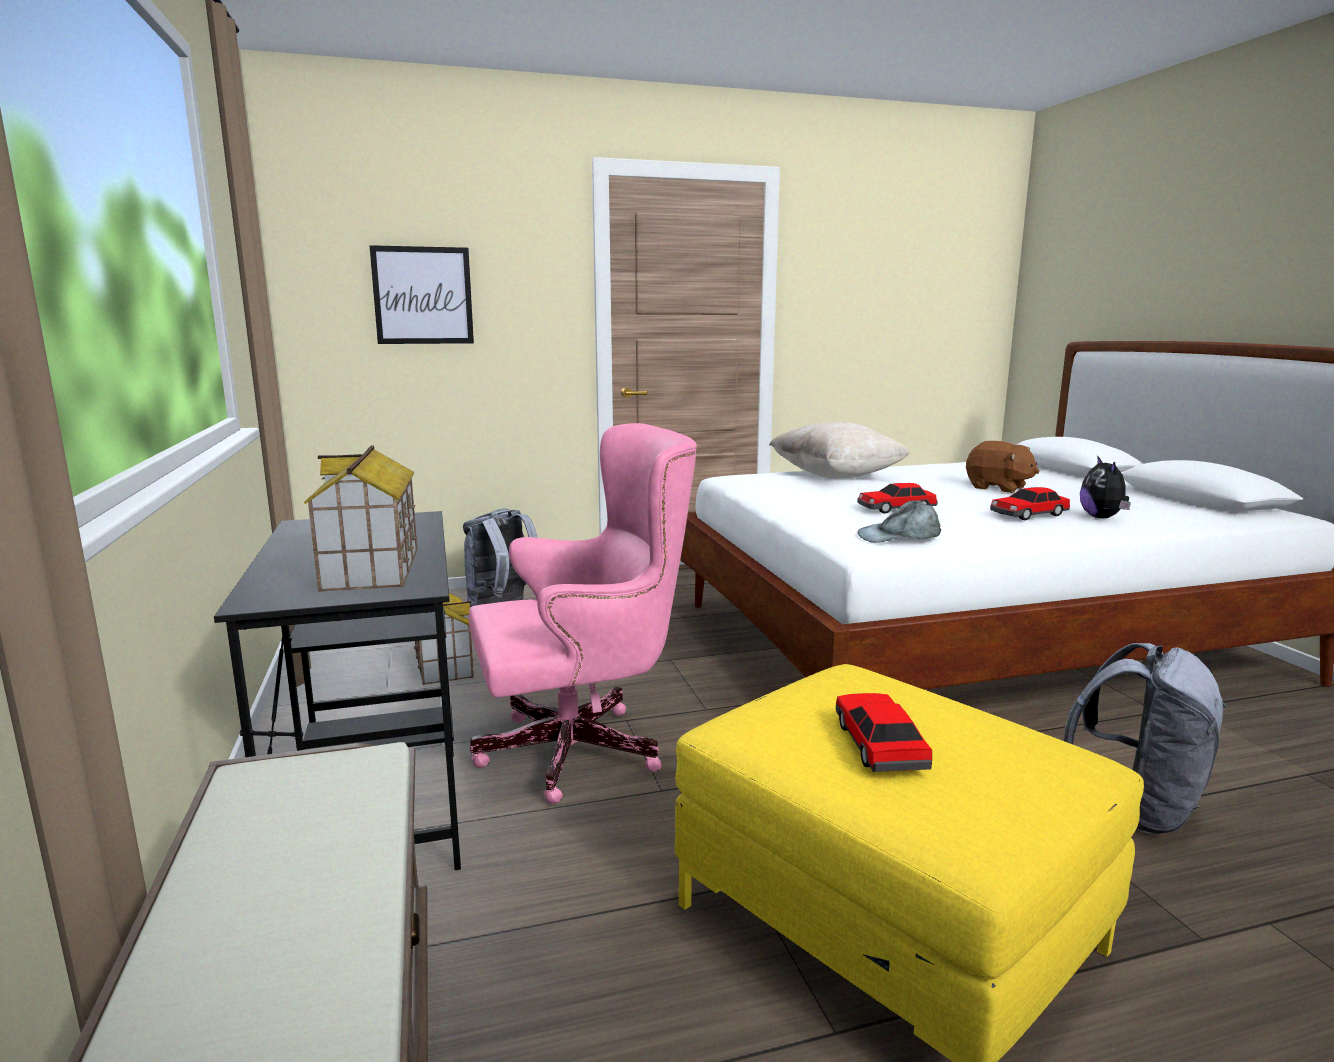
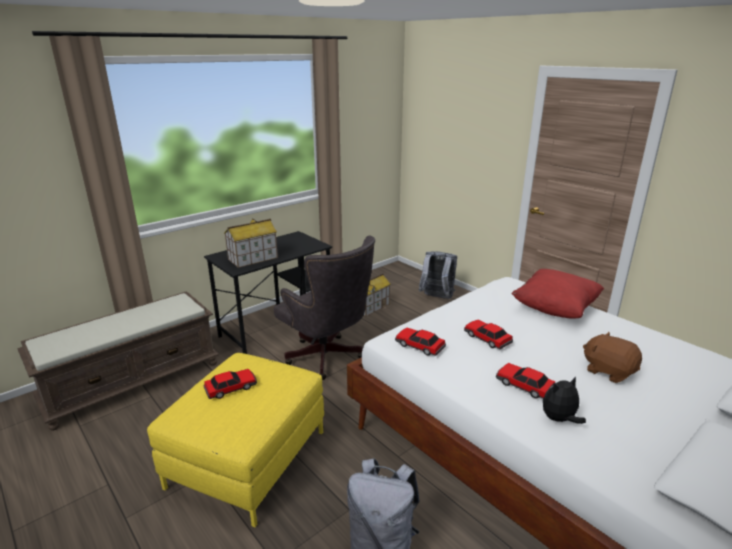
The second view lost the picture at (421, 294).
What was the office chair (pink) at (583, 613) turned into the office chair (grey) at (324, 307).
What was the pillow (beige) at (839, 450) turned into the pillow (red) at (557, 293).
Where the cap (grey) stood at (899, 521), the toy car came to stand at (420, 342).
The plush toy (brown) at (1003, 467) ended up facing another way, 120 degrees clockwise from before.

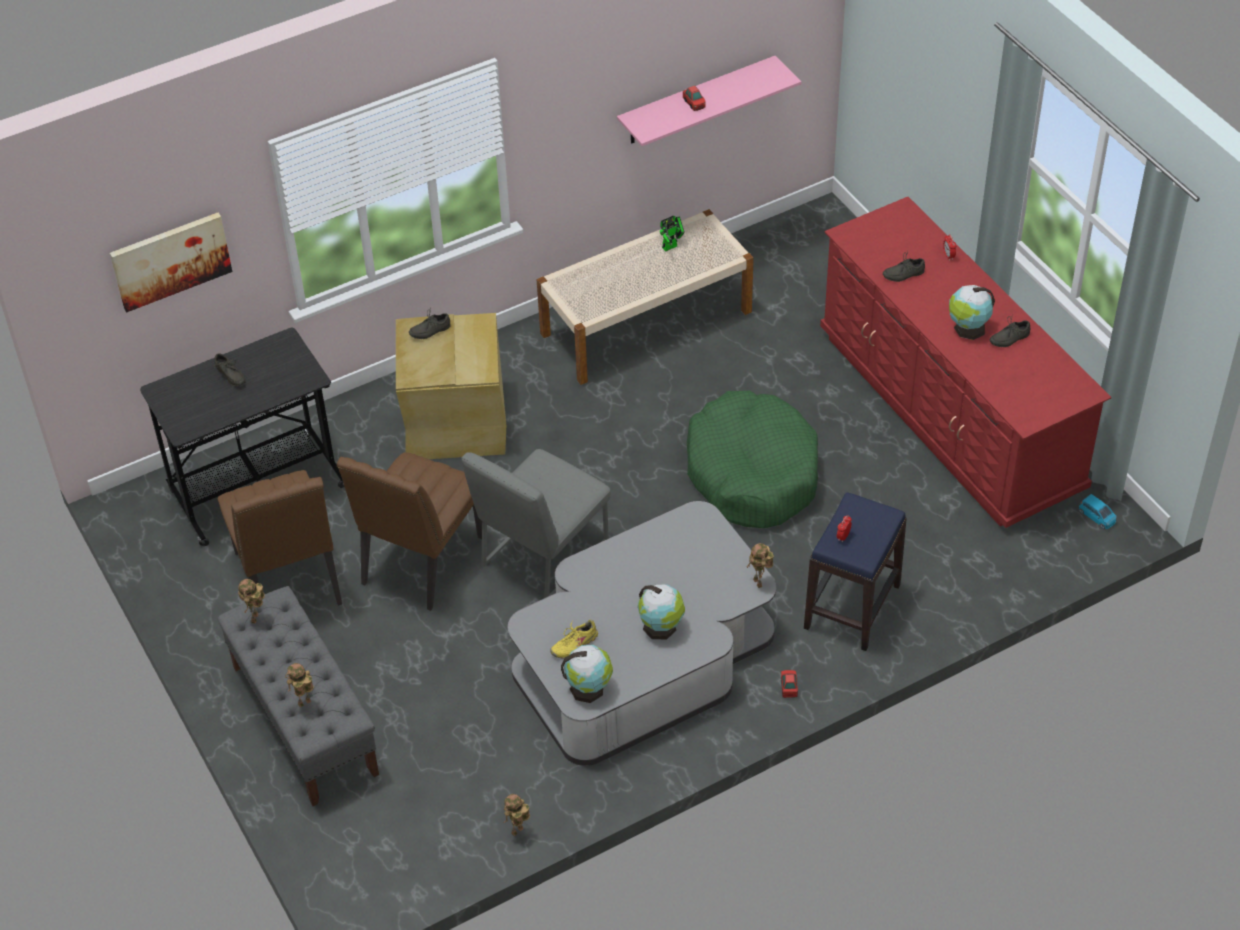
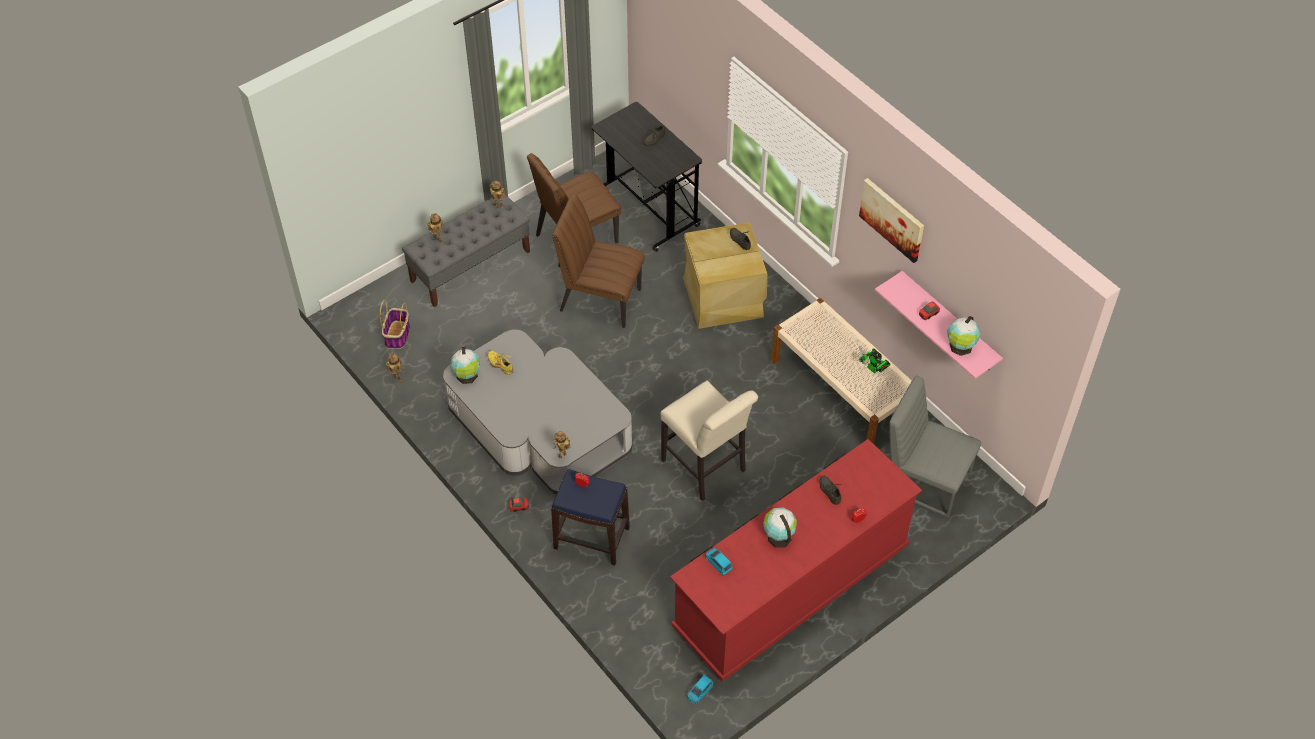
The picture ended up elsewhere, having gone from (171, 262) to (891, 220).
The chair (grey) ended up elsewhere, having gone from (536, 523) to (935, 447).
The globe ended up elsewhere, having gone from (661, 612) to (963, 336).
Where the dog bed (green) stood at (752, 459), the stool (beige) came to stand at (709, 440).
The second view lost the shoe (grey) at (1009, 331).
The second view gained the basket at (395, 324).
The second view gained the toy car (blue) at (719, 561).

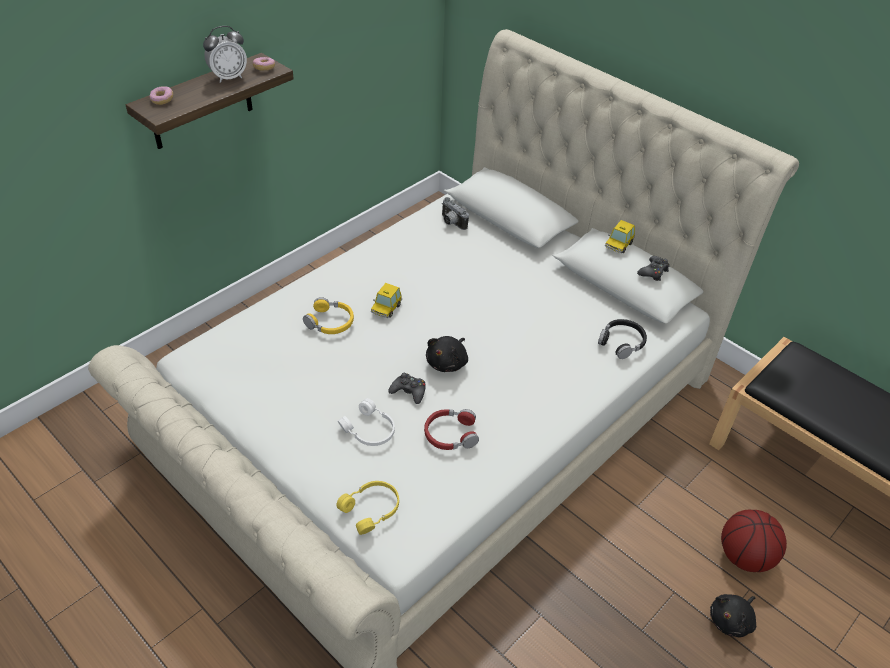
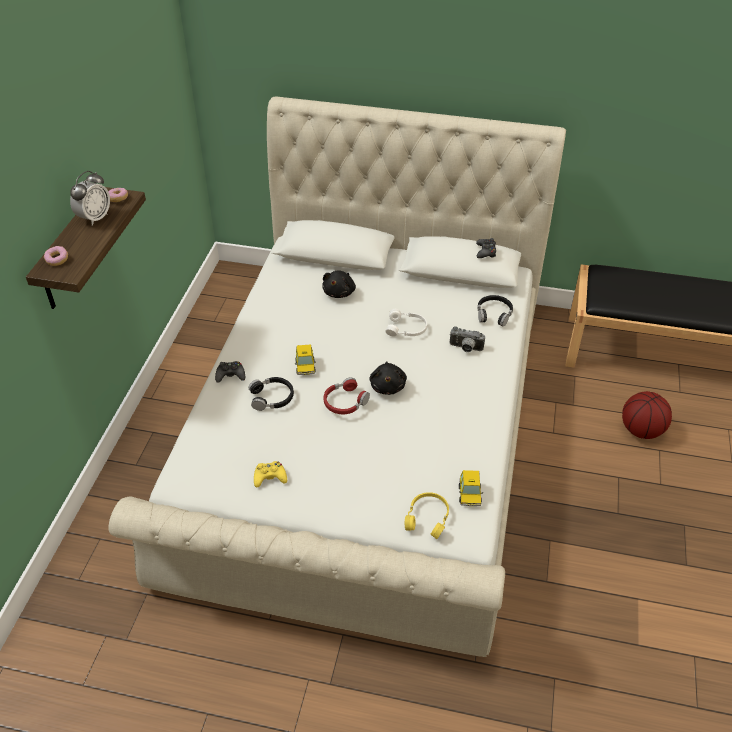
What was the headphones (yellow) at (328, 315) turned into the headphones (black) at (271, 394).
The headphones (white) ended up elsewhere, having gone from (366, 422) to (406, 323).
The game controller (black) ended up elsewhere, having gone from (407, 388) to (230, 372).
The headphones (red) ended up elsewhere, having gone from (451, 429) to (346, 395).
The photo camera ended up elsewhere, having gone from (455, 213) to (467, 339).
The toy car ended up elsewhere, having gone from (620, 236) to (471, 488).
The plush toy (black) ended up elsewhere, having gone from (733, 615) to (339, 284).
The second view gained the game controller (yellow) at (270, 474).

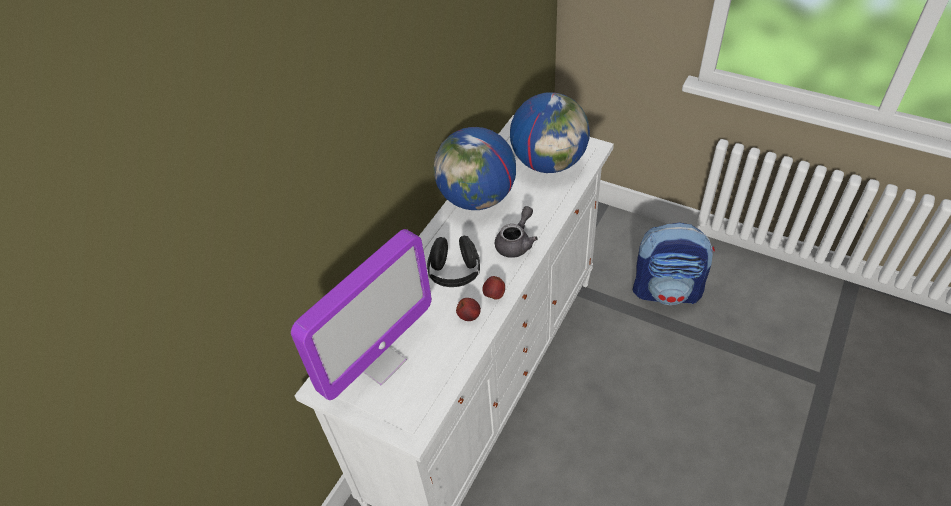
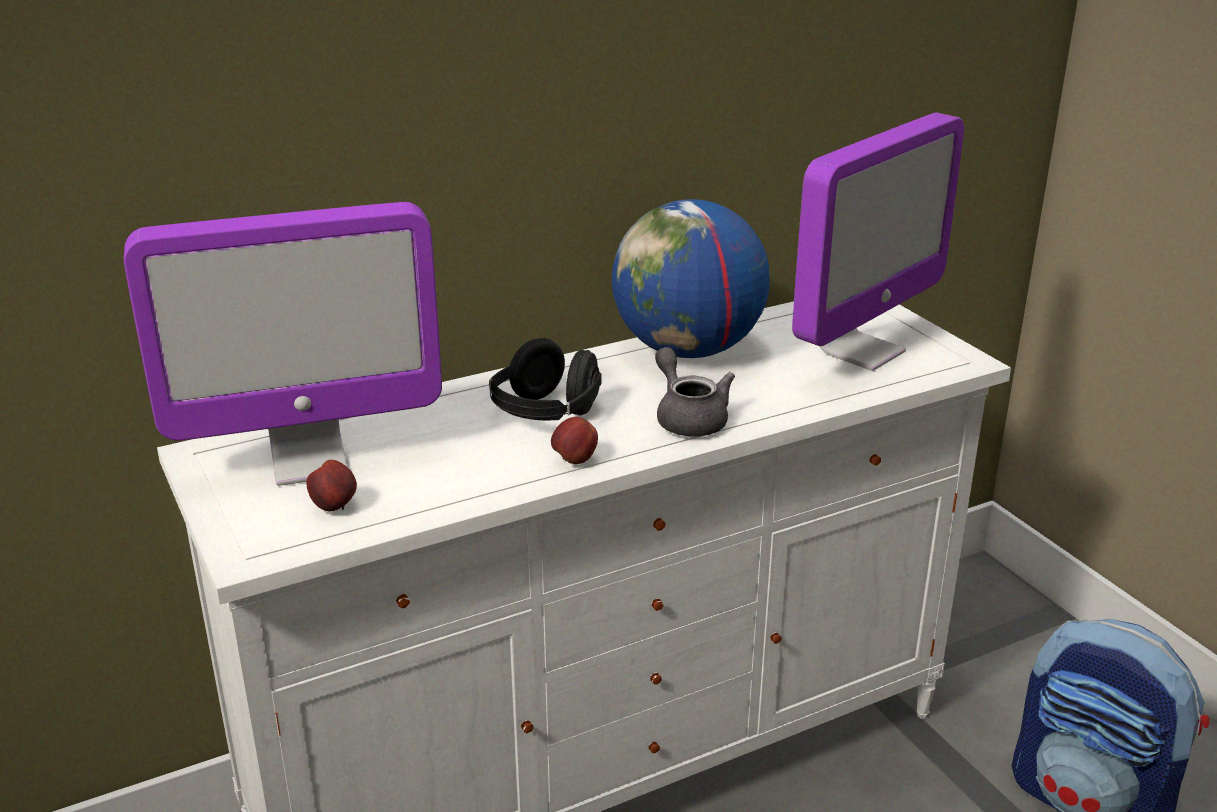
The apple ended up elsewhere, having gone from (468, 309) to (331, 485).
The teapot (grey) at (516, 232) ended up facing another way, 90 degrees counterclockwise from before.
Where the globe stood at (550, 132), the monitor came to stand at (878, 241).

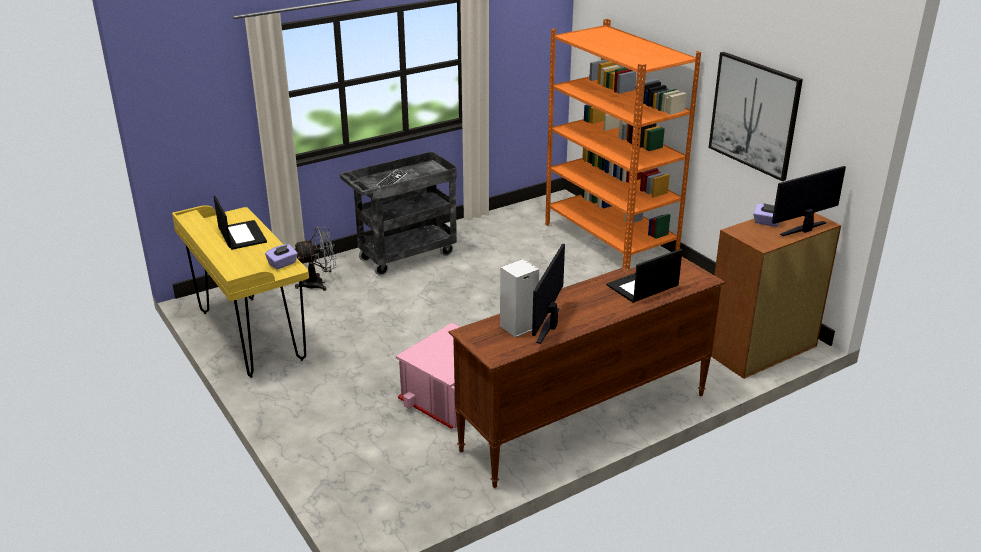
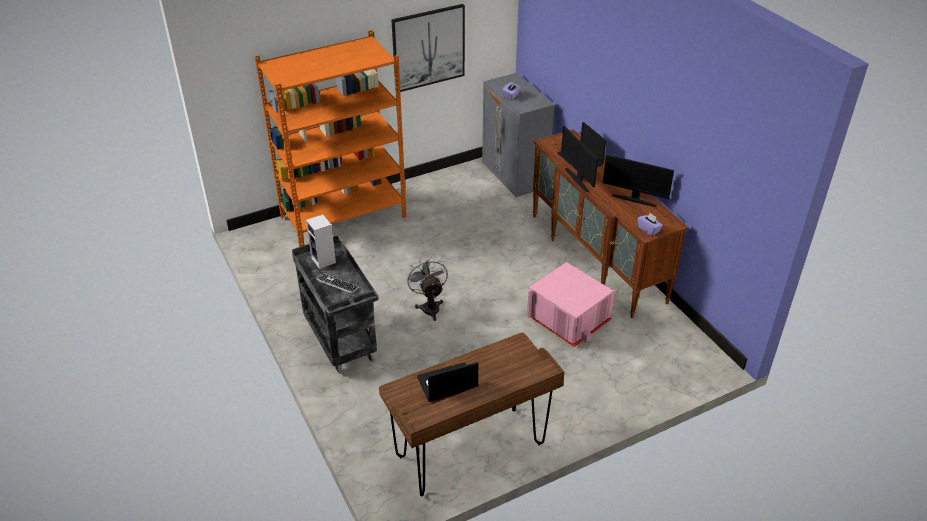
What was the desk (yellow) at (240, 291) turned into the desk (brown) at (471, 414).
The tissue box (purple) ended up elsewhere, having gone from (281, 256) to (650, 224).
The fan (grey) ended up elsewhere, having gone from (315, 258) to (427, 288).
The speaker ended up elsewhere, having gone from (519, 298) to (321, 241).
What was the cabinet (brown) at (776, 296) turned into the cabinet (grey) at (518, 135).
The monitor ended up elsewhere, having gone from (809, 201) to (579, 159).

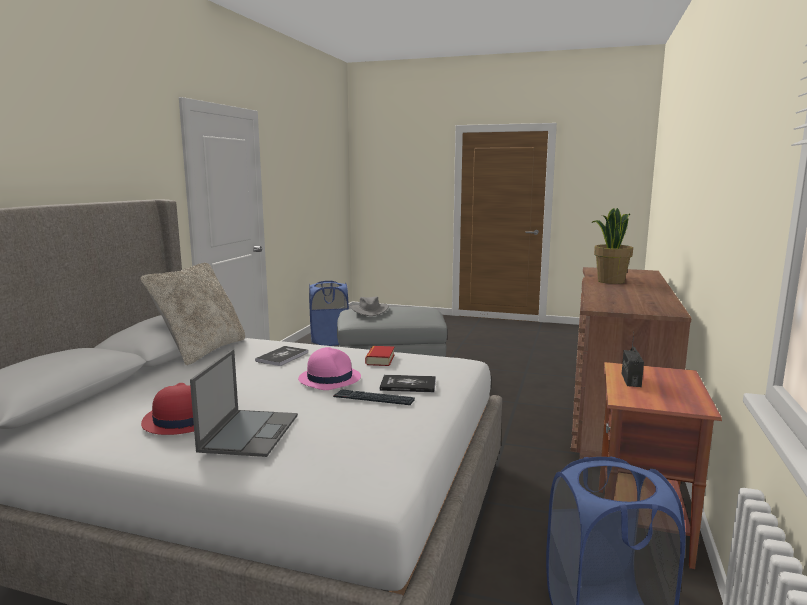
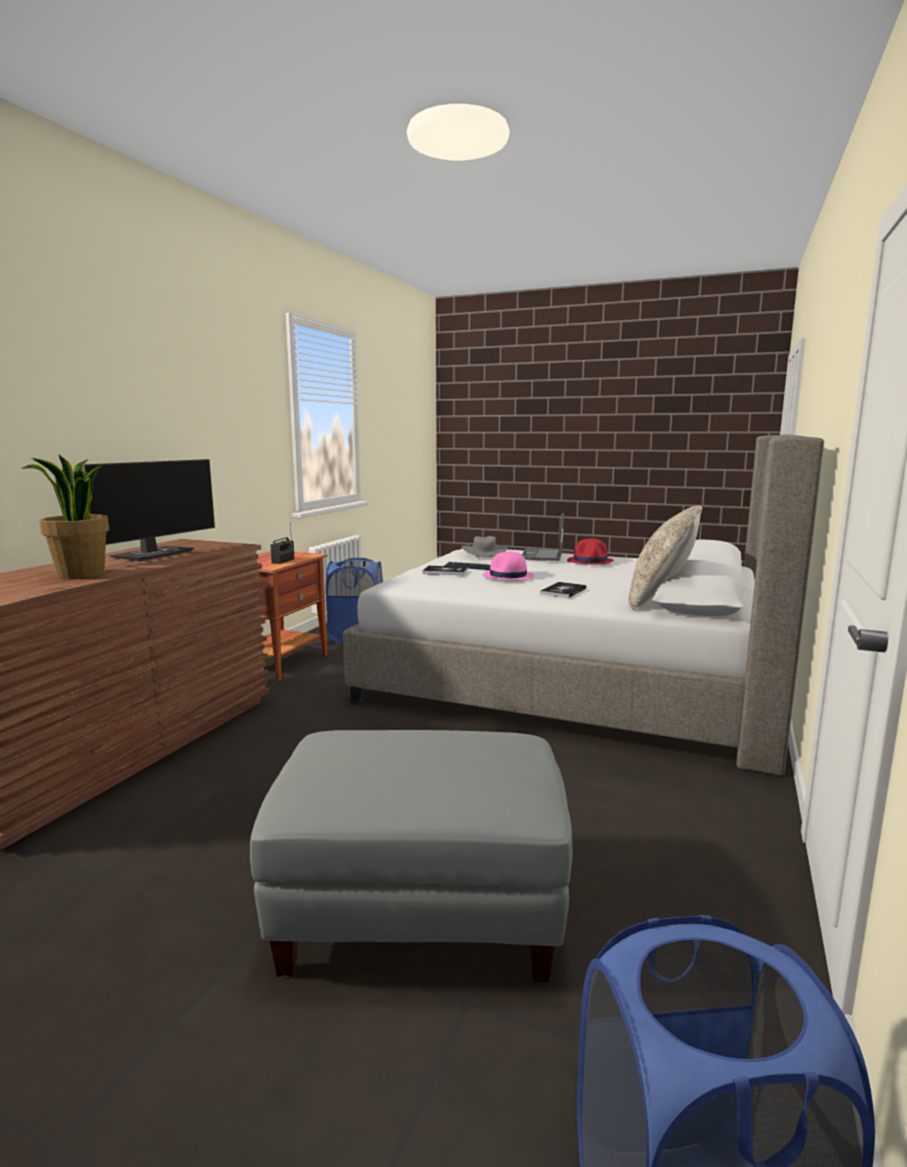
The hat (grey) ended up elsewhere, having gone from (369, 306) to (484, 546).
The second view lost the book at (379, 356).
The second view gained the monitor at (149, 510).

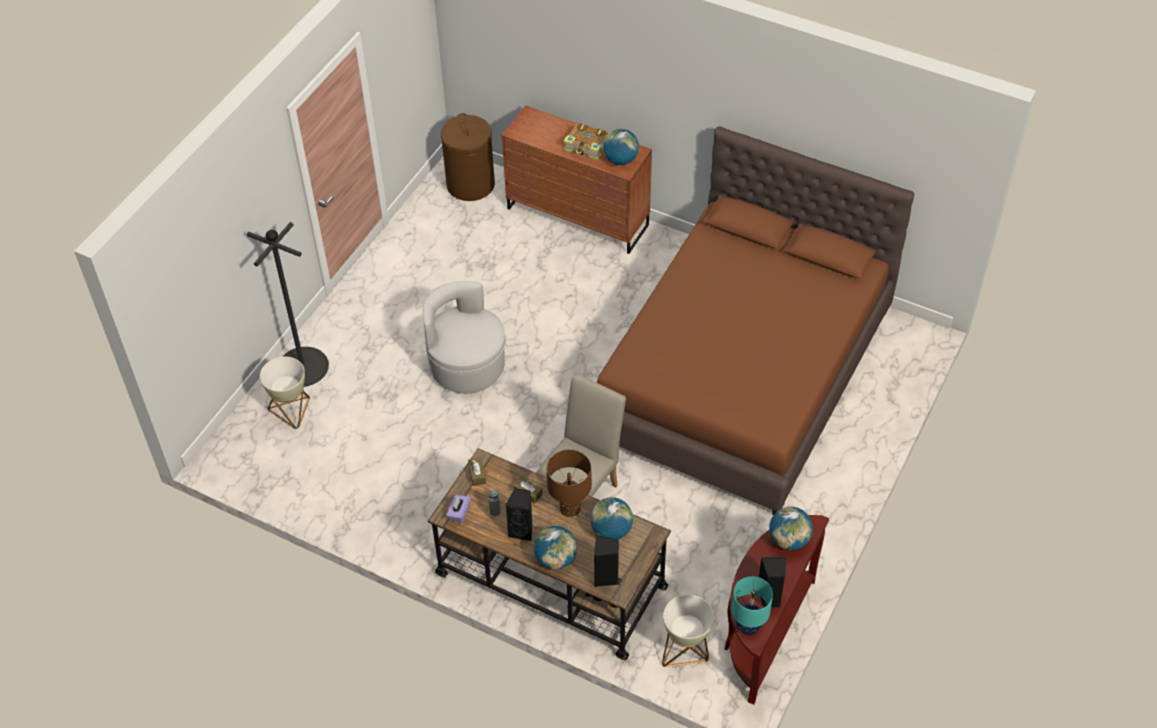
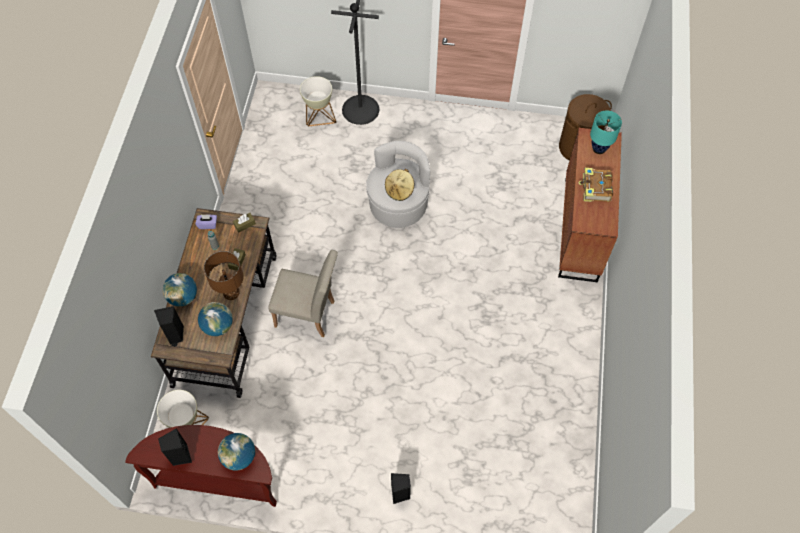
The speaker (black) ended up elsewhere, having gone from (519, 514) to (401, 488).
The second view lost the bed (brown) at (755, 320).
The second view lost the globe at (621, 147).
The table lamp (turquoise) ended up elsewhere, having gone from (752, 605) to (606, 132).
The second view gained the hat (beige) at (399, 185).

